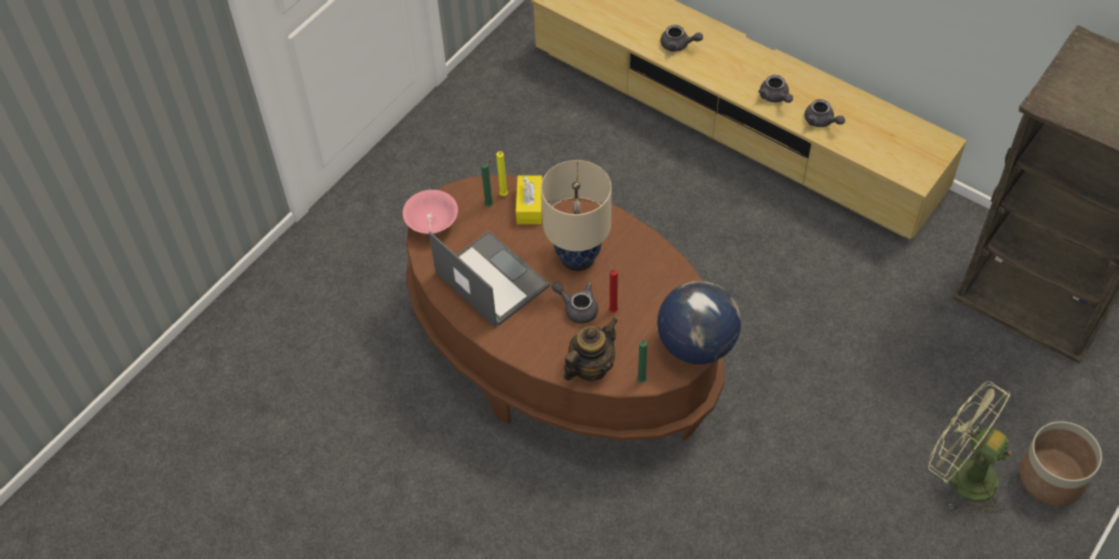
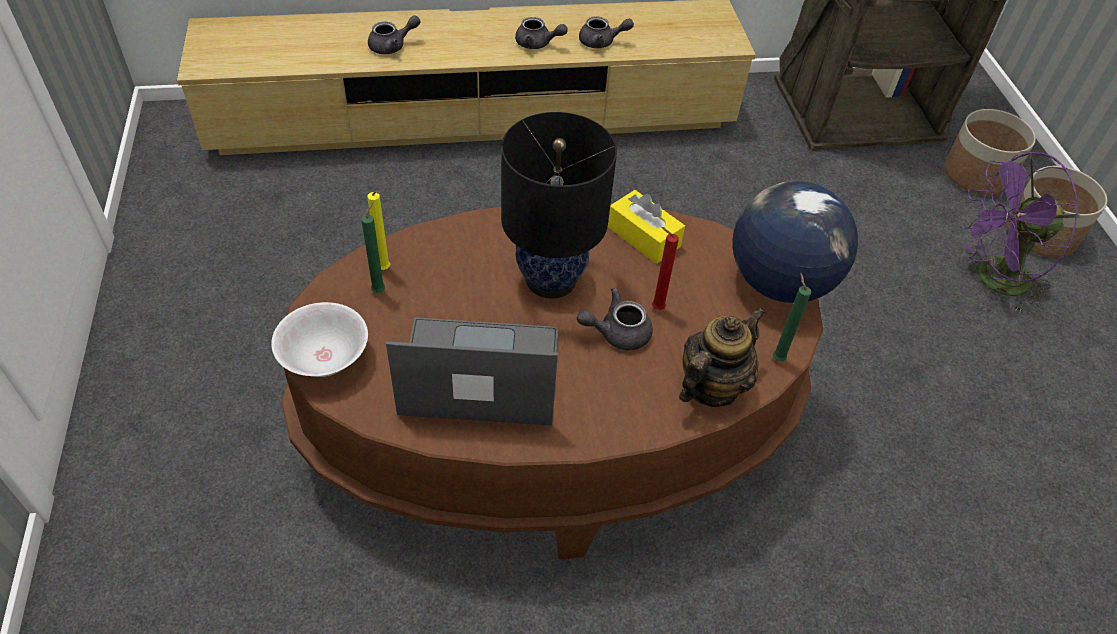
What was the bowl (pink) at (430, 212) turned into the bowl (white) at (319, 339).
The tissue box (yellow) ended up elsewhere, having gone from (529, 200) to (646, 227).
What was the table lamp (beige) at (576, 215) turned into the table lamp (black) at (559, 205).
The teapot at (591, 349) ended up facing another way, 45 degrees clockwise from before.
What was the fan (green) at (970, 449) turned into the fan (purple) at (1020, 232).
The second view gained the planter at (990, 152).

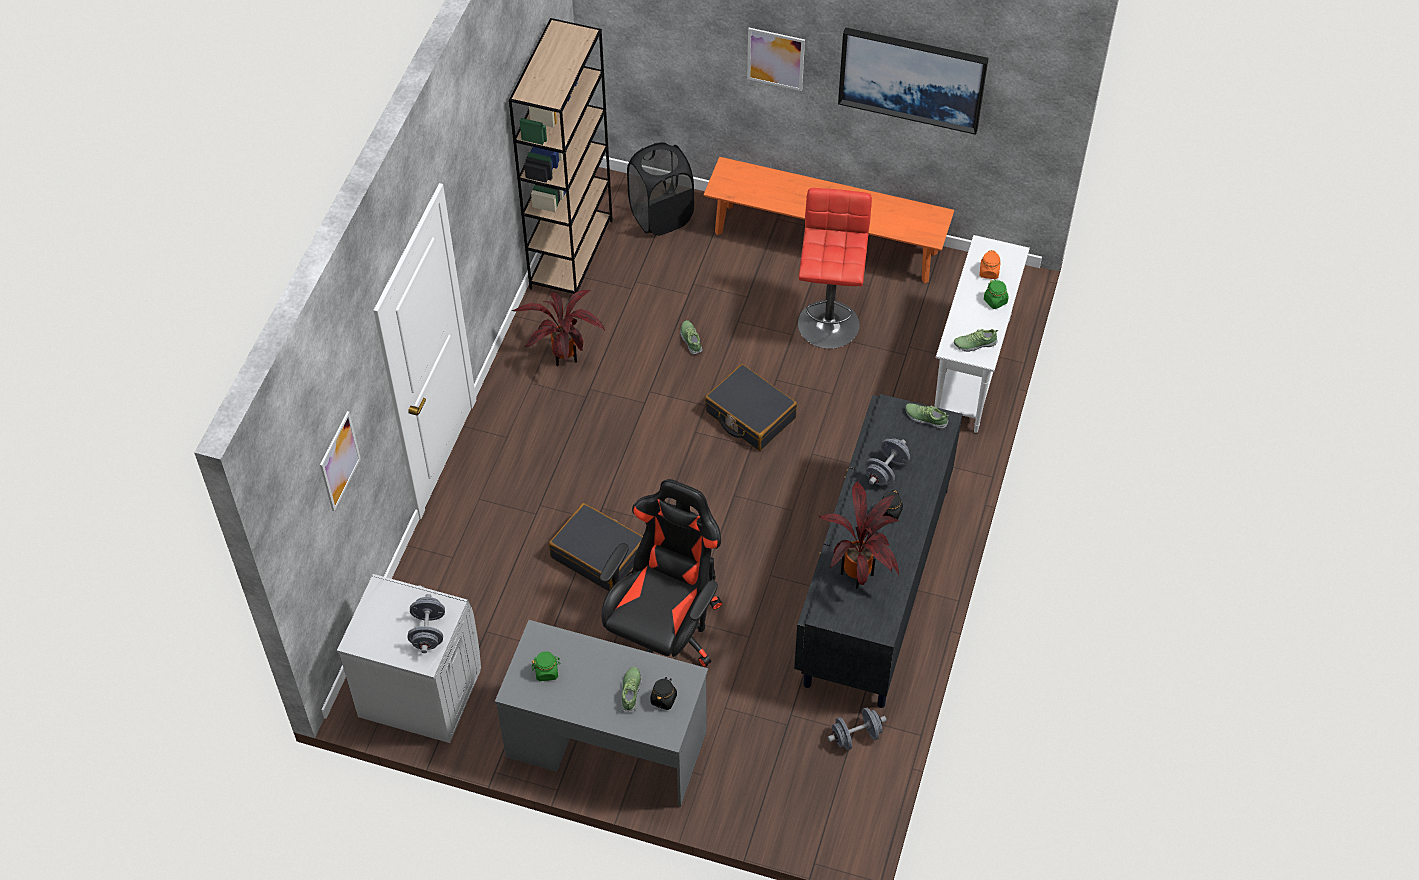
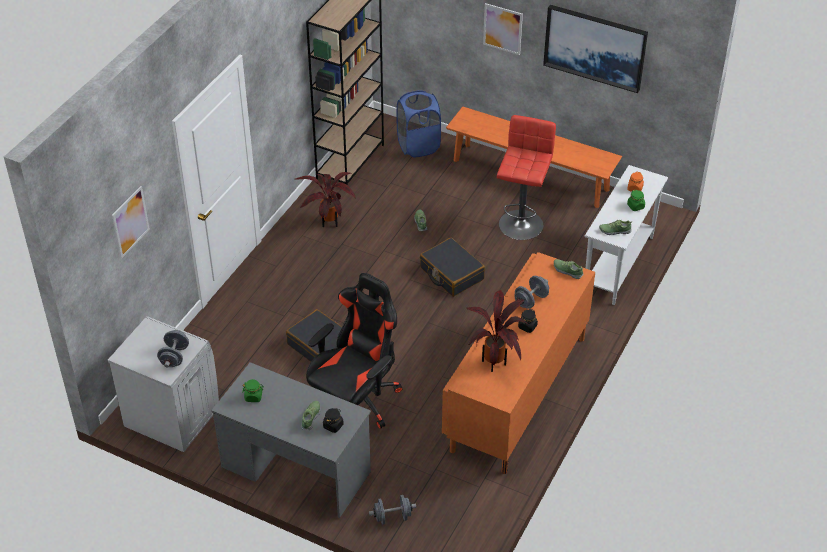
What was the laundry basket (black) at (660, 189) turned into the laundry basket (blue) at (418, 123).
What was the cabinet (black) at (878, 551) turned into the cabinet (orange) at (518, 363).
The dumbbell (grey) ended up elsewhere, having gone from (857, 728) to (392, 510).

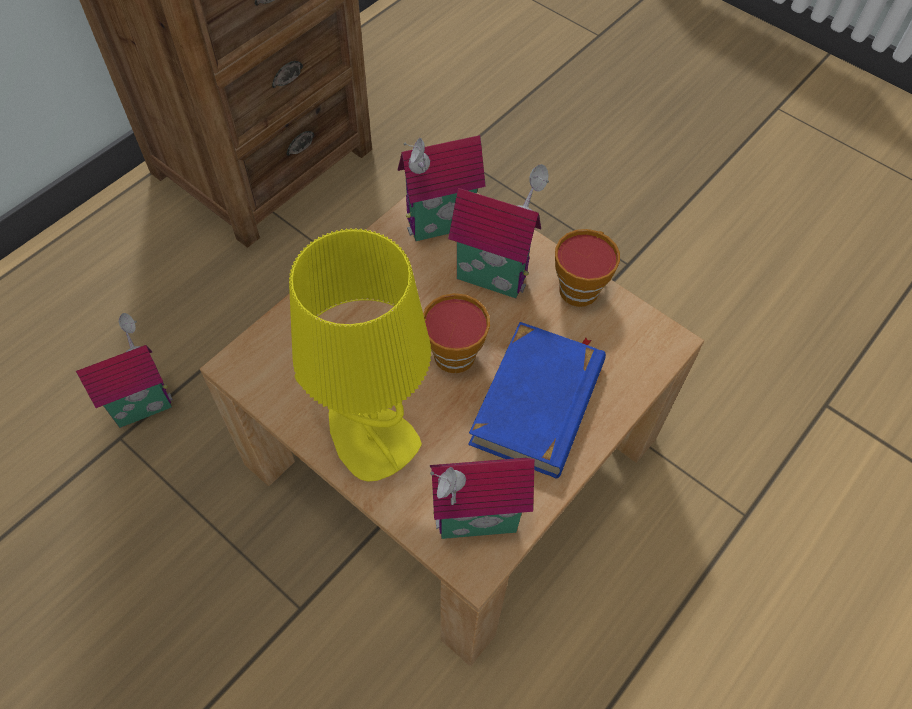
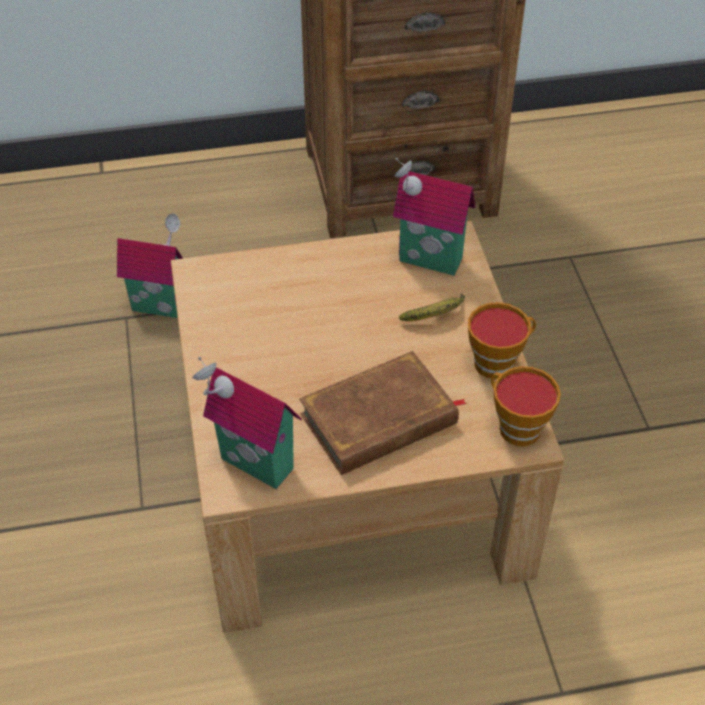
The second view lost the table lamp (yellow) at (360, 355).
The cup ended up elsewhere, having gone from (456, 333) to (526, 406).
Where the toy house stood at (498, 231), the banana came to stand at (432, 307).
What was the book (blue) at (537, 400) turned into the book (brown) at (383, 413).

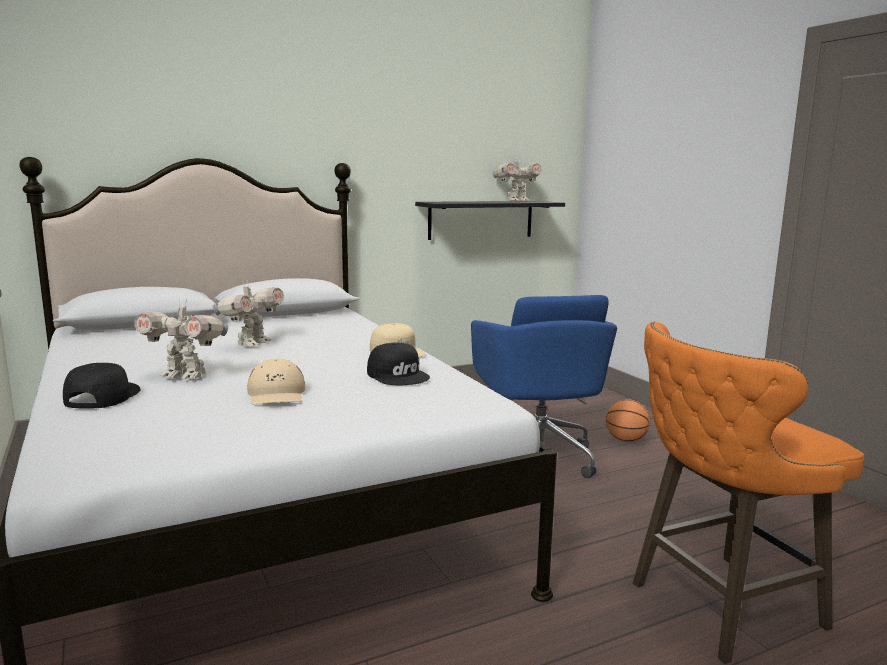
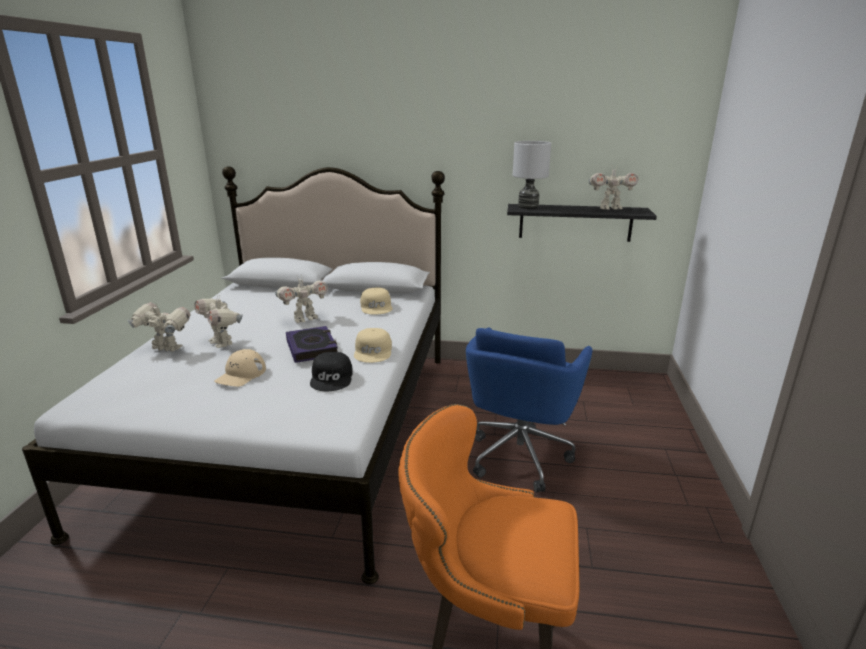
Where the cap (black) stood at (102, 386), the toy robot came to stand at (159, 327).
The second view lost the basketball at (628, 420).
The second view gained the book at (312, 344).
The second view gained the cap (beige) at (376, 301).
The second view gained the table lamp (grey) at (531, 175).

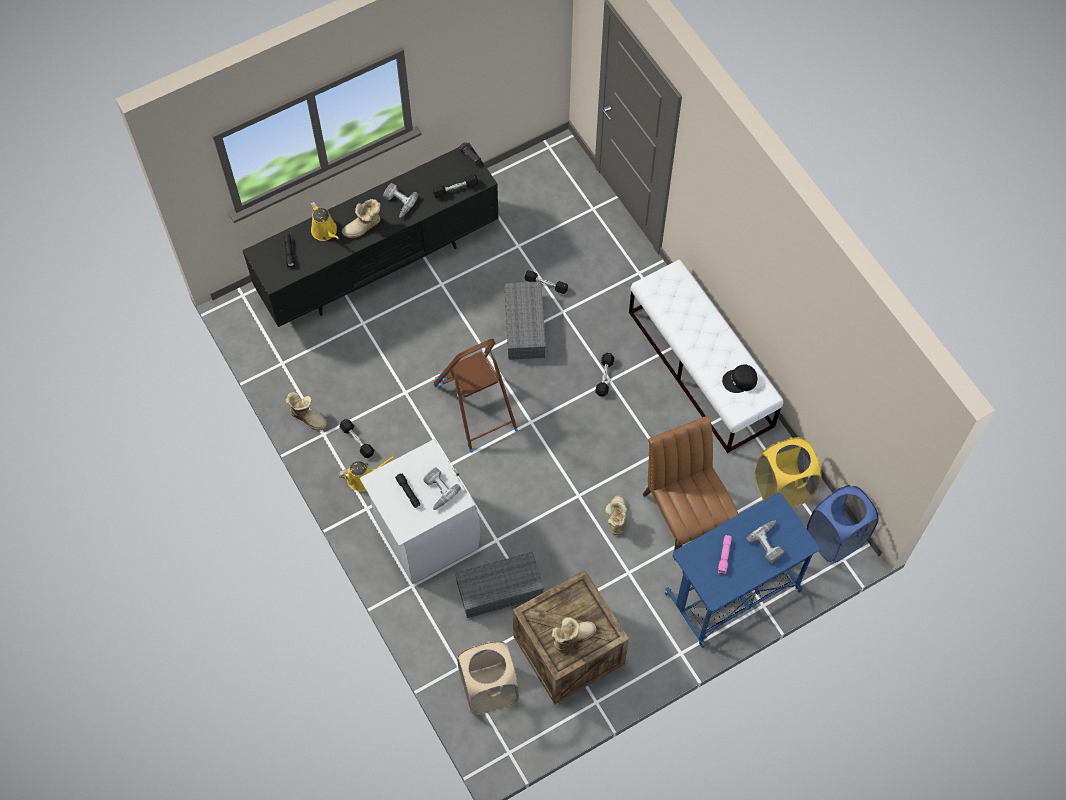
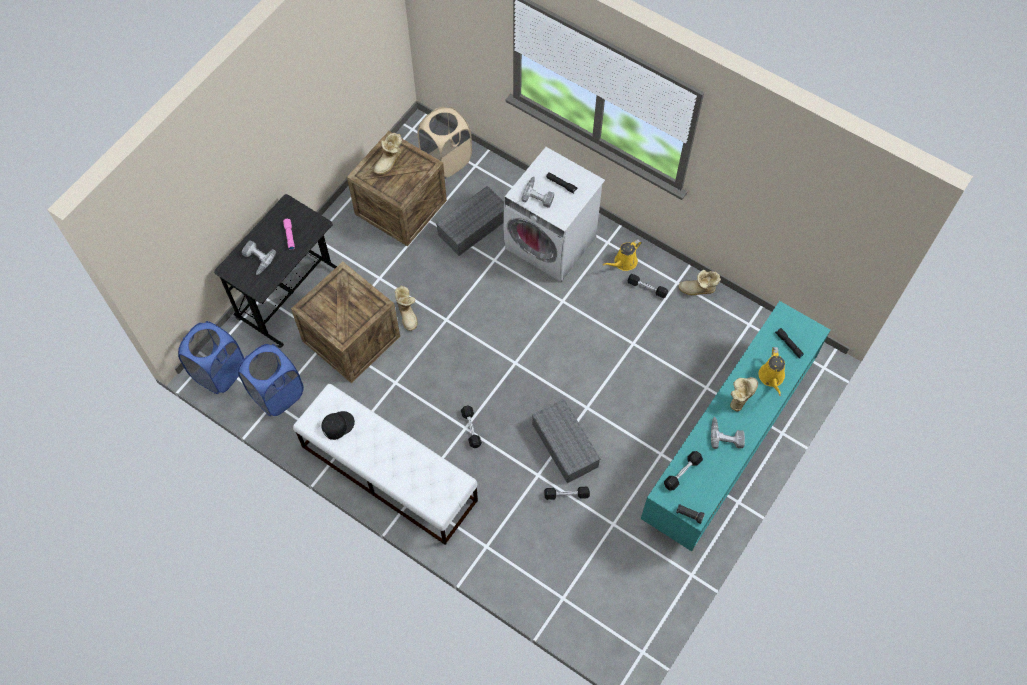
What was the cabinet (black) at (370, 235) turned into the cabinet (turquoise) at (735, 426).
The watering can (yellow) at (324, 221) ended up facing another way, 120 degrees counterclockwise from before.
The second view lost the step ladder (brown) at (475, 396).
Where the chair (brown) stood at (690, 488), the crate came to stand at (345, 322).
What was the desk (blue) at (742, 570) turned into the desk (black) at (275, 271).
What was the laundry basket (yellow) at (788, 472) turned into the laundry basket (blue) at (271, 380).

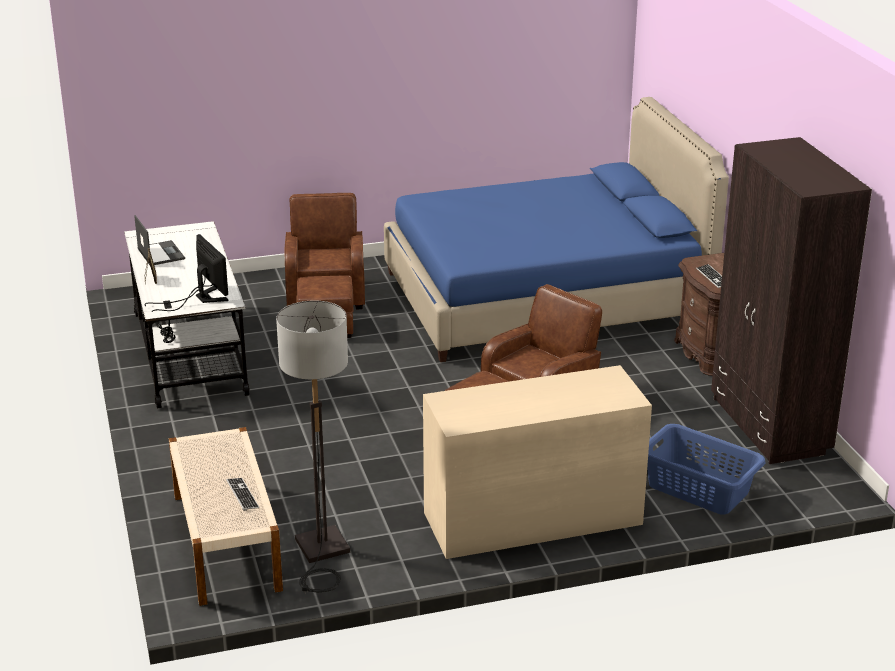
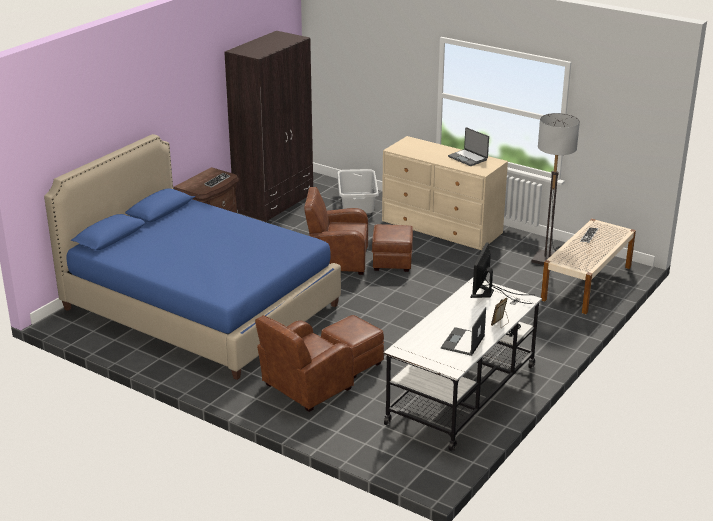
What was the laundry basket (blue) at (706, 469) turned into the laundry basket (grey) at (358, 191).
The second view gained the laptop at (468, 146).

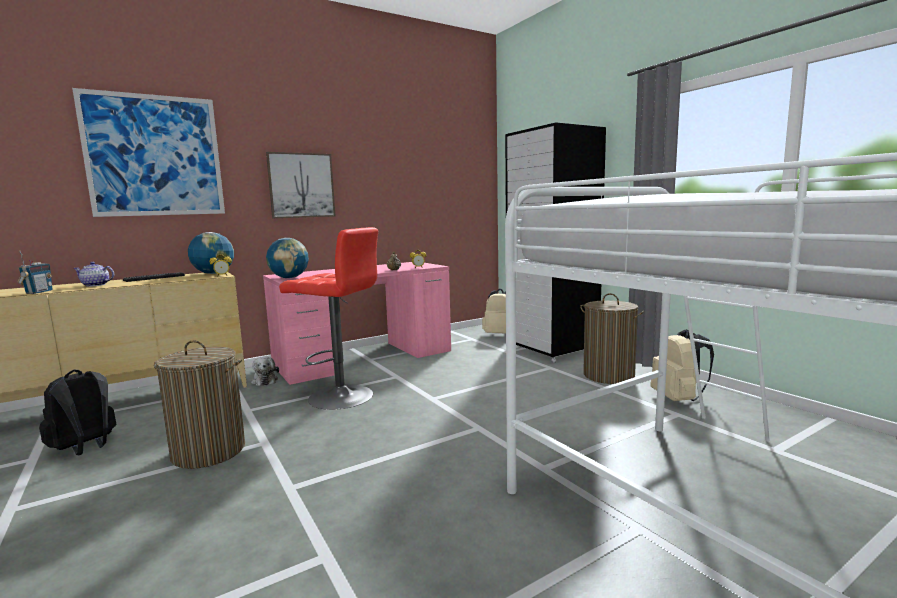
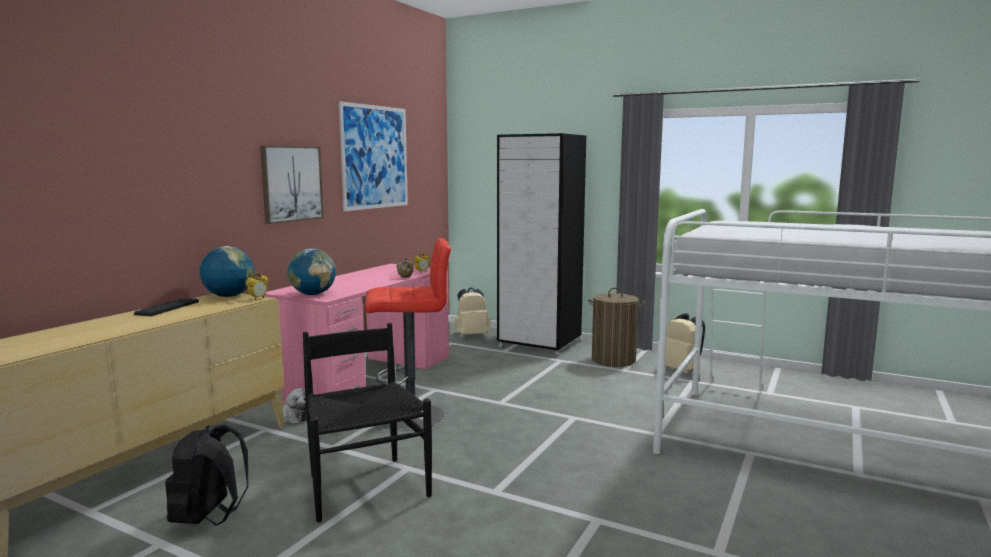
The second view lost the radio at (35, 272).
The picture ended up elsewhere, having gone from (148, 152) to (373, 156).
The second view lost the teapot at (93, 274).
Where the laundry basket stood at (199, 404), the chair (black) came to stand at (367, 422).

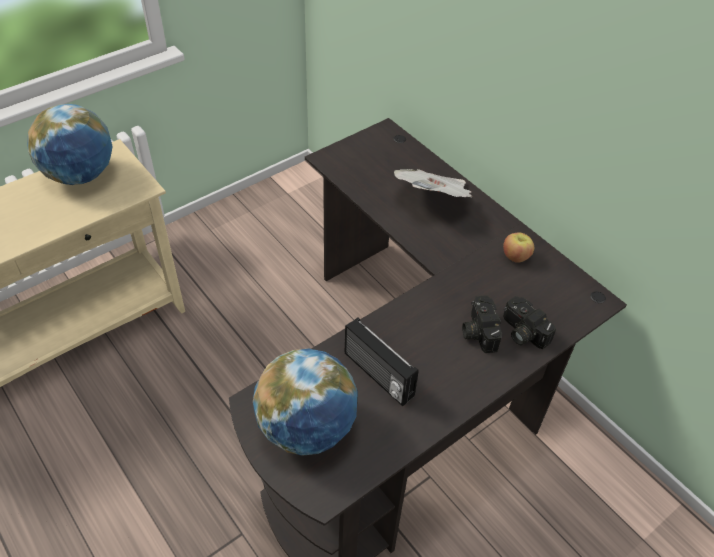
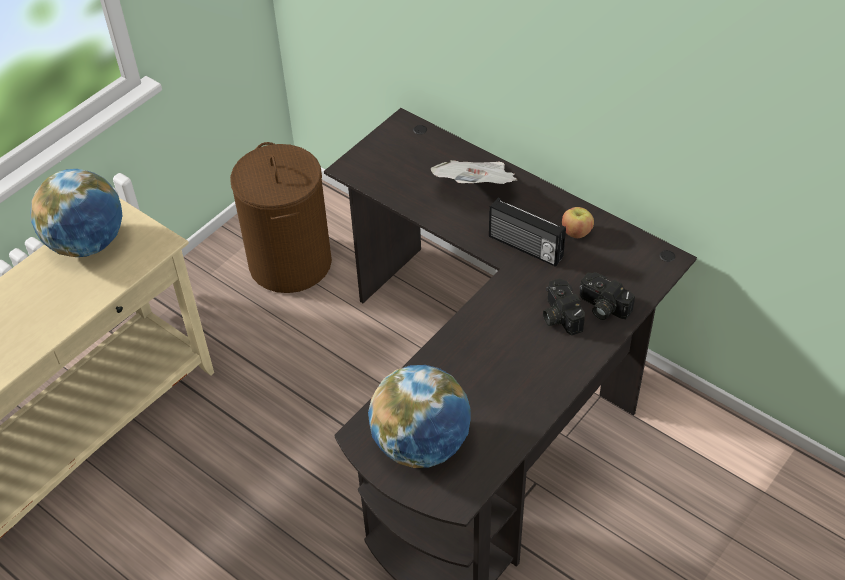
The radio ended up elsewhere, having gone from (382, 362) to (527, 232).
The second view gained the laundry basket (brown) at (281, 217).

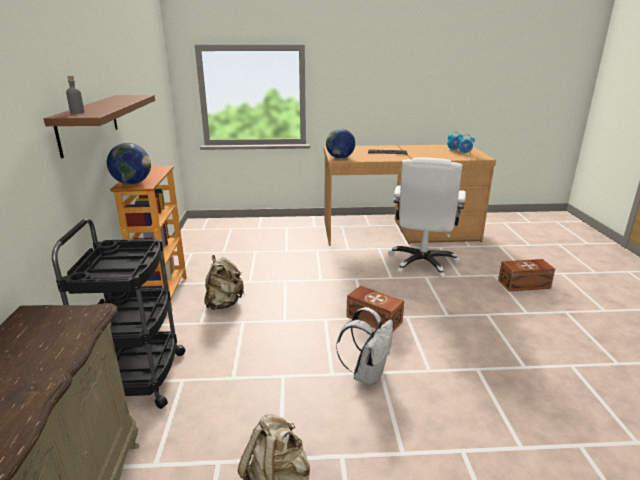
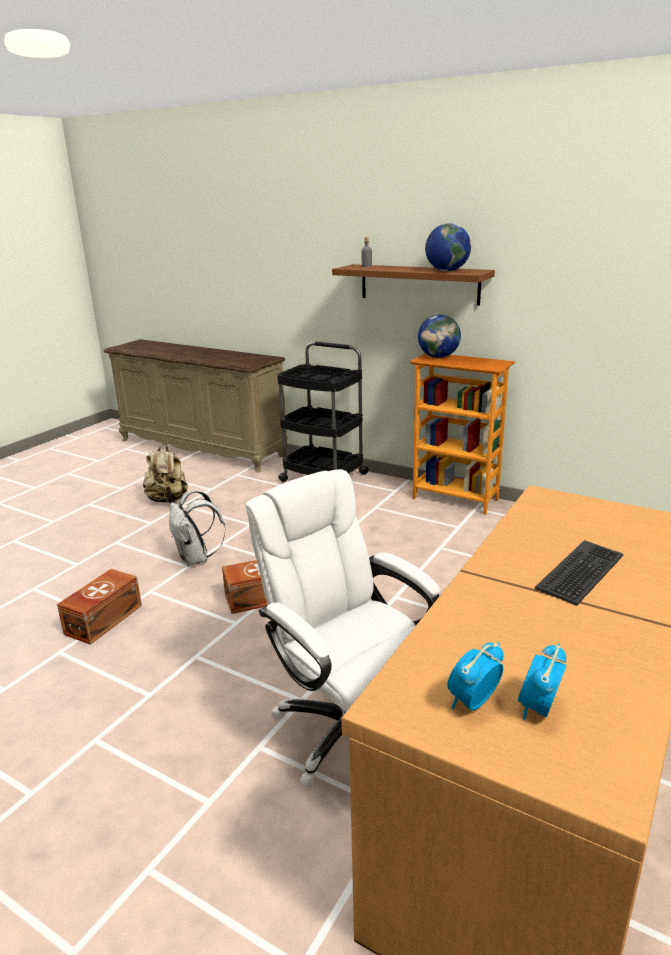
The second view lost the backpack (beige) at (224, 282).
The globe ended up elsewhere, having gone from (340, 143) to (448, 247).
The storage box (brown) ended up elsewhere, having gone from (526, 275) to (99, 607).

